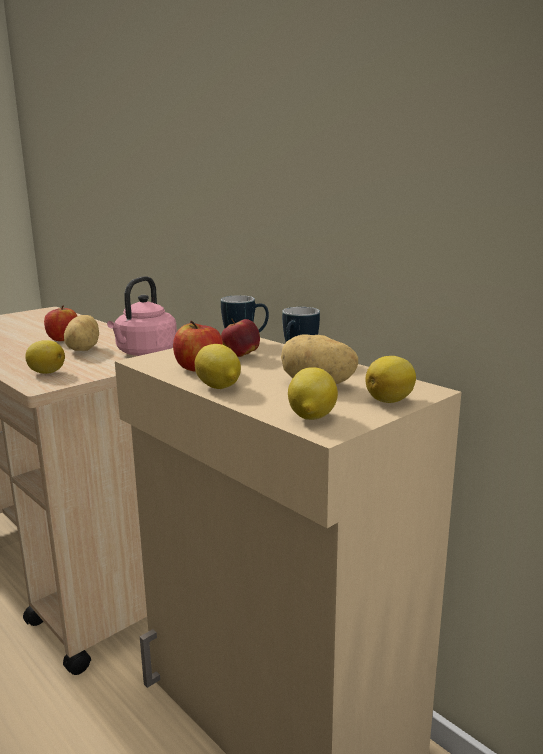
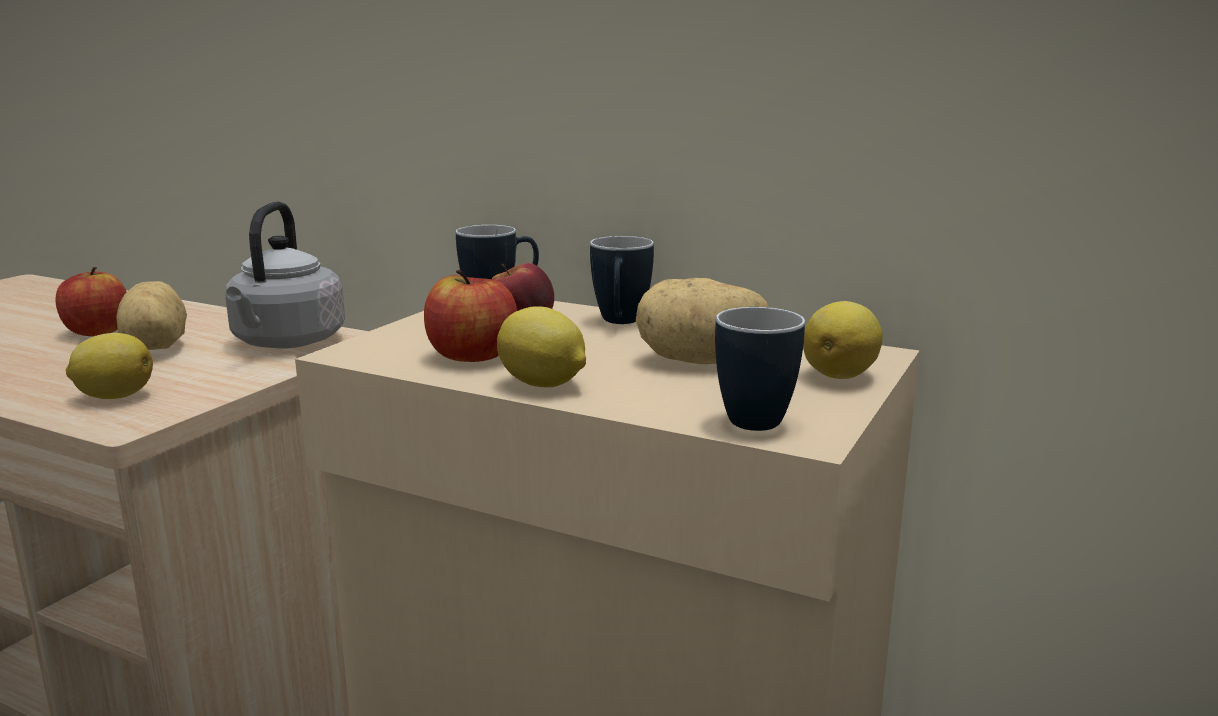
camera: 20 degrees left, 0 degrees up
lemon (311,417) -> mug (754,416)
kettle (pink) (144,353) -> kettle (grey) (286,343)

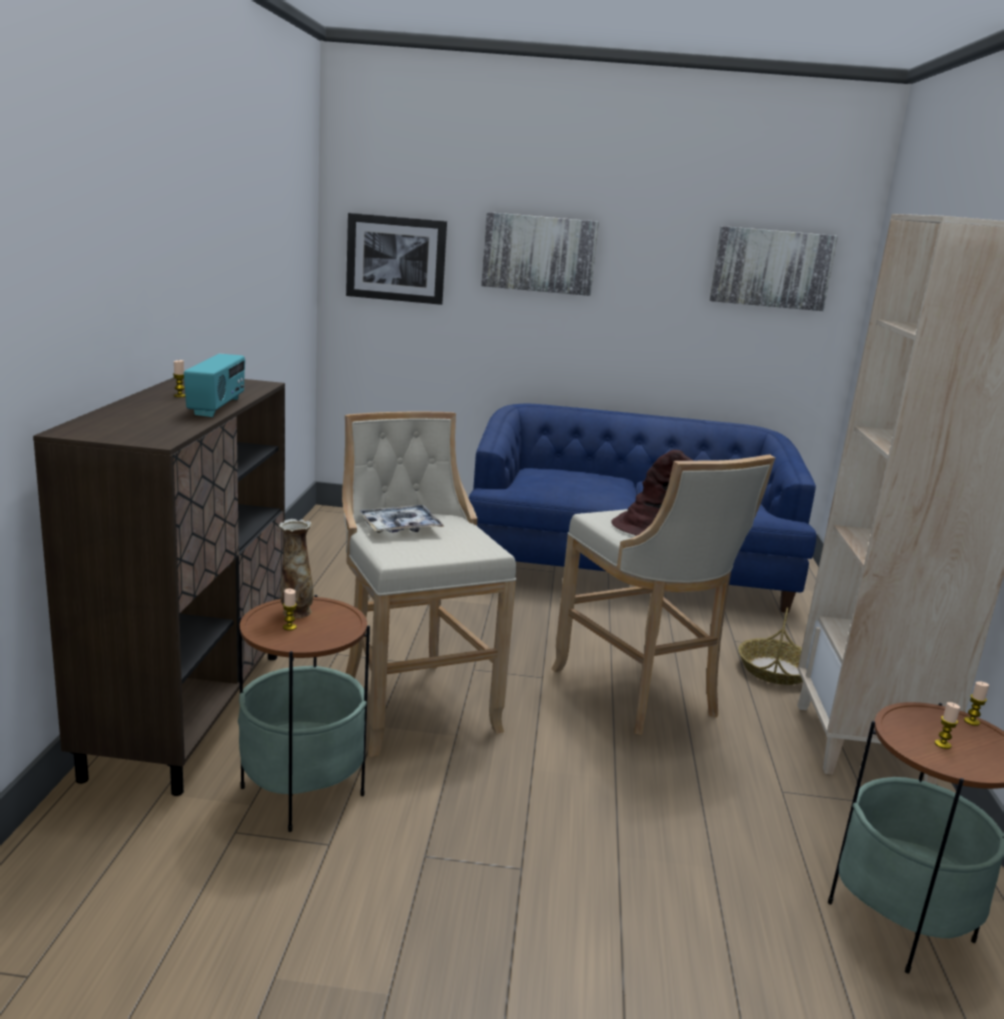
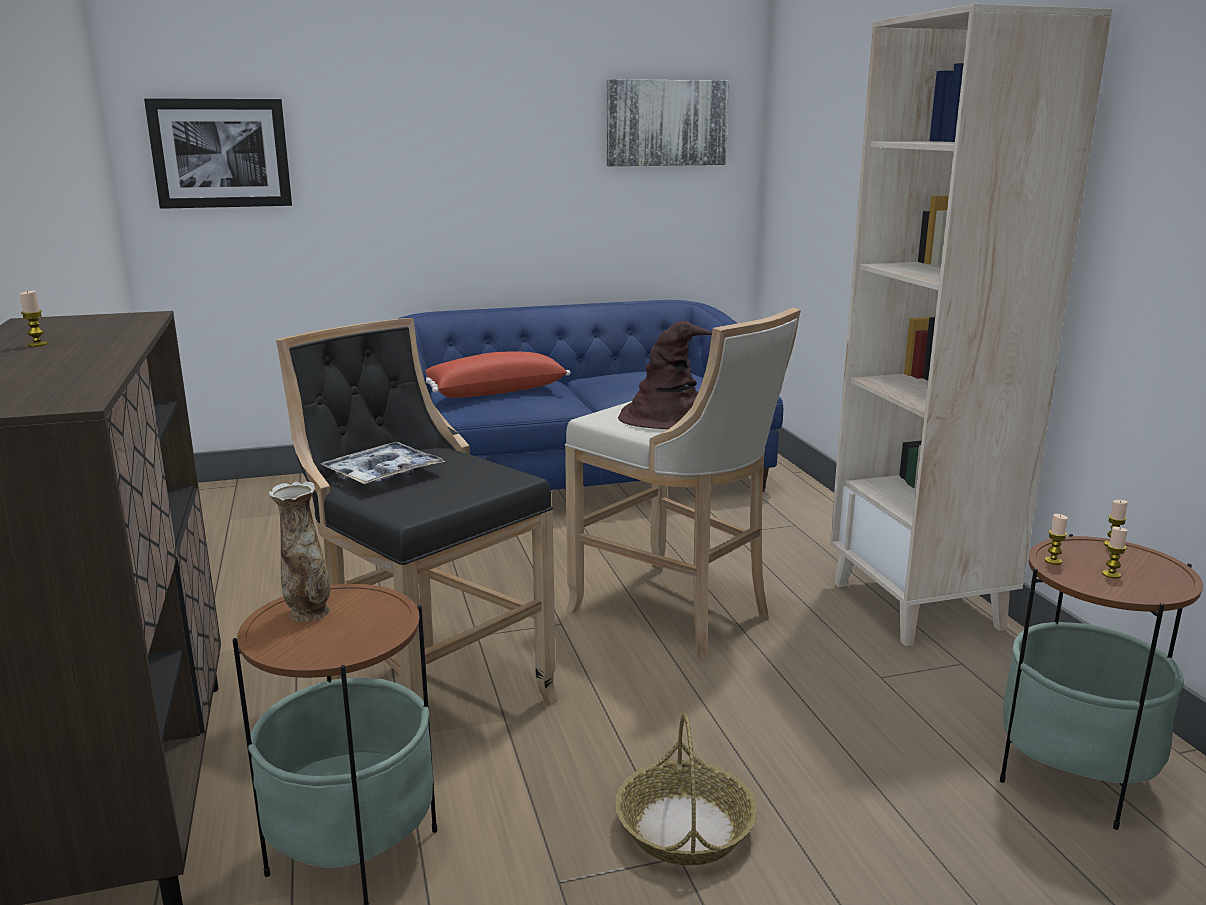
camera: 20 degrees left, 0 degrees up
radio (217,407) -> none
picture (539,254) -> none
none -> pillow (red) (494,392)
candle (289,627) -> candle (1053,561), relocated
basket (774,670) -> basket (684,827), relocated
stool (beige) (412,702) -> stool (black) (428,695)

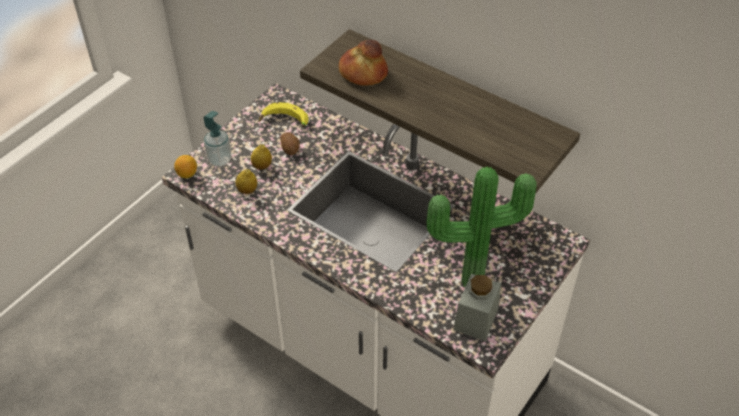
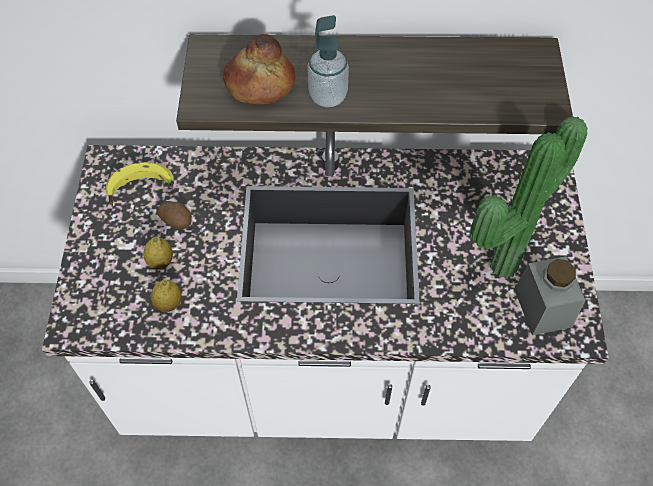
camera: 35 degrees left, 10 degrees up
lemon (187,174) -> none
soap dispenser (219,160) -> soap dispenser (328,96), relocated

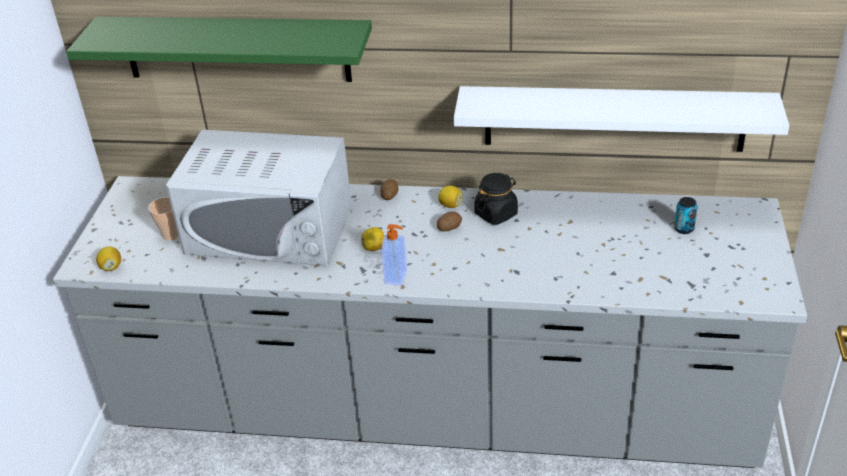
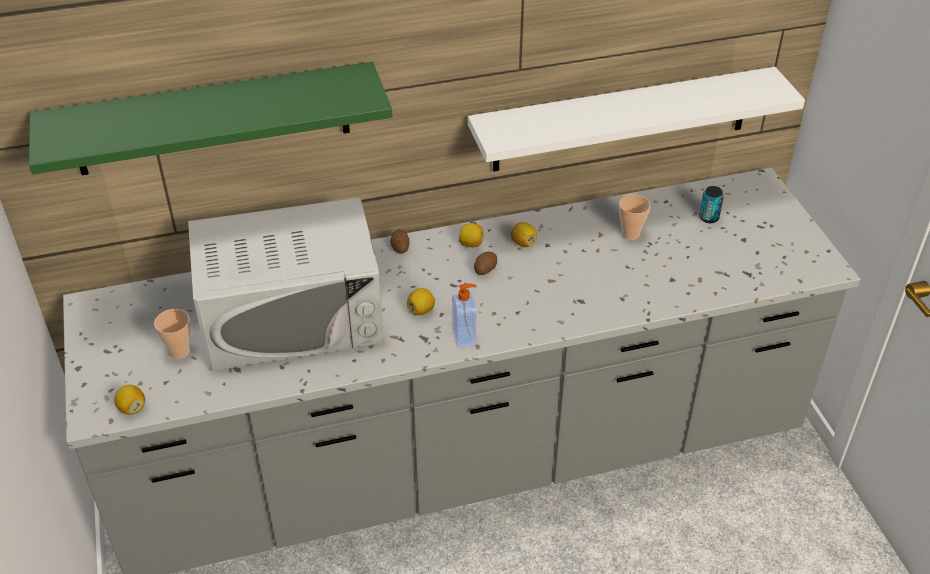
camera: 25 degrees left, 5 degrees up
none -> cup (630,234)
jar (black) (496,214) -> lemon (523,243)

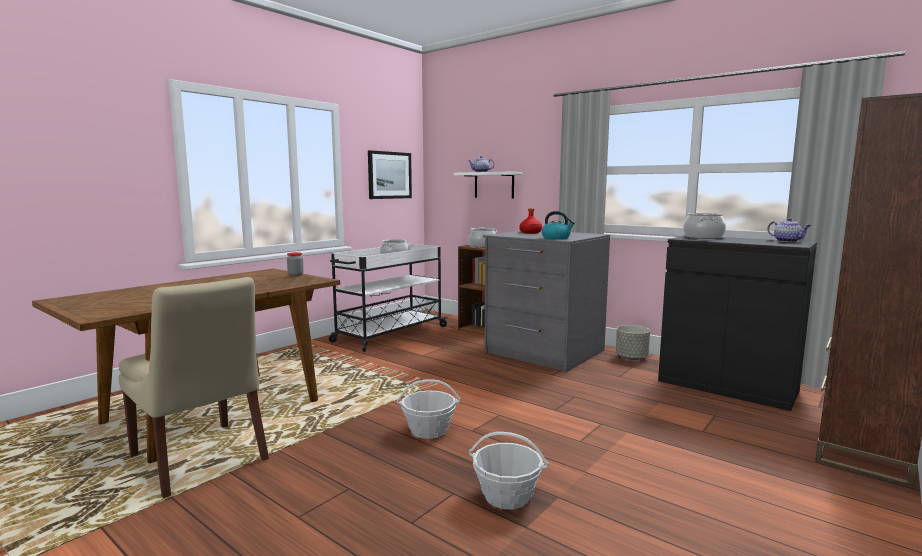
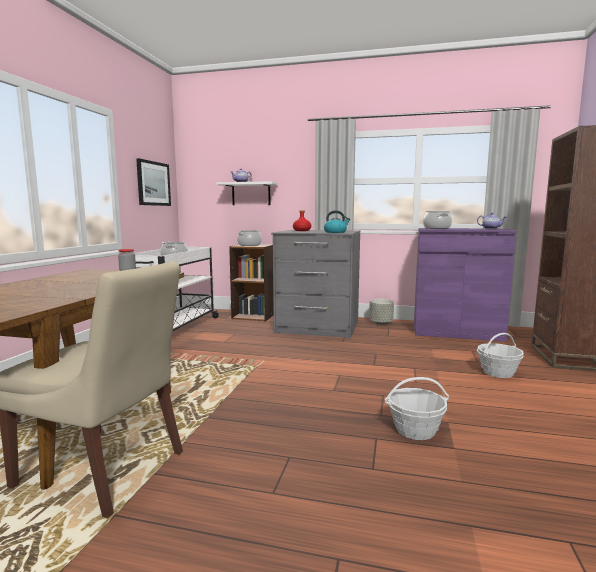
camera: 25 degrees left, 0 degrees up
basket (428,430) -> basket (498,372), relocated
cabinet (black) (726,386) -> cabinet (purple) (456,332)

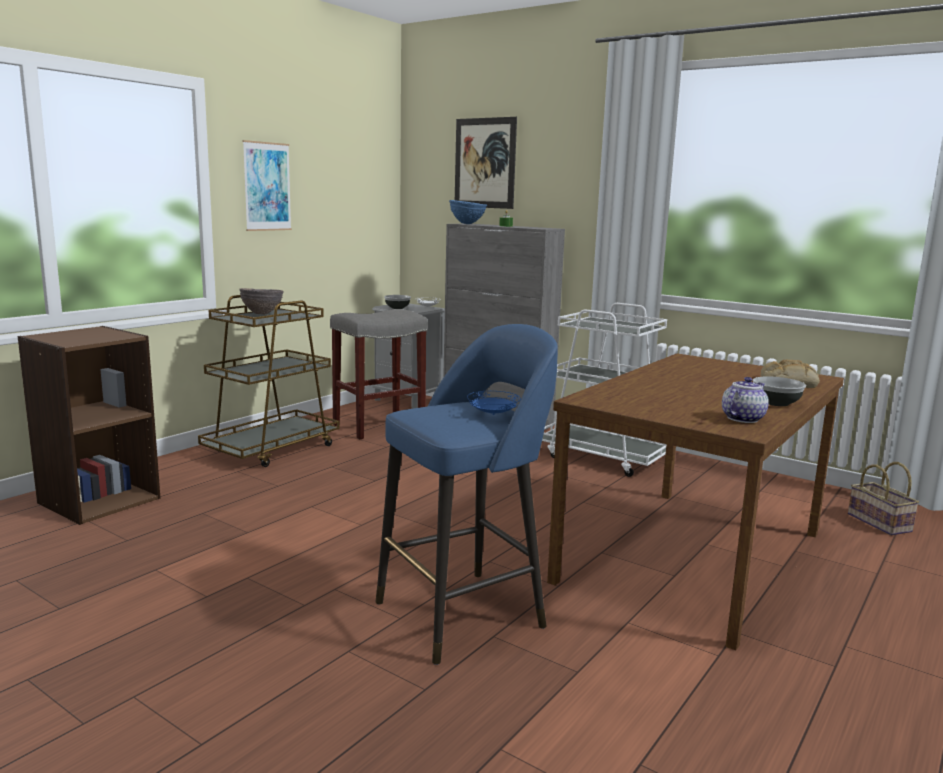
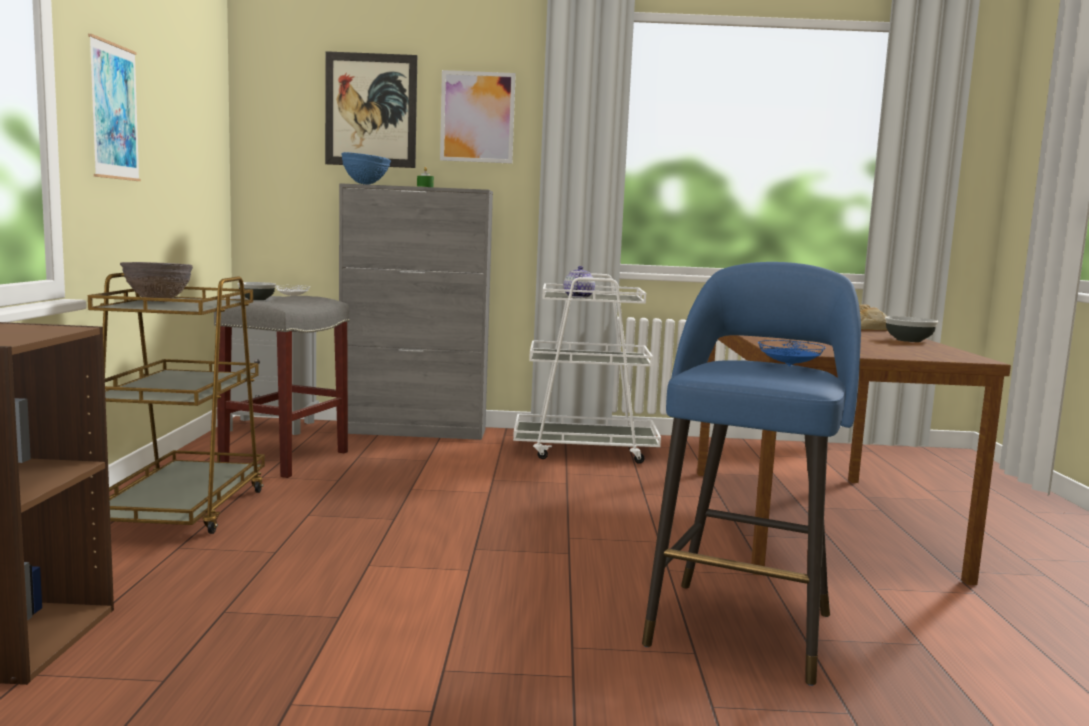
camera: 35 degrees left, 5 degrees down
basket (881,523) -> none
none -> picture (477,117)
teapot (742,418) -> teapot (578,296), relocated

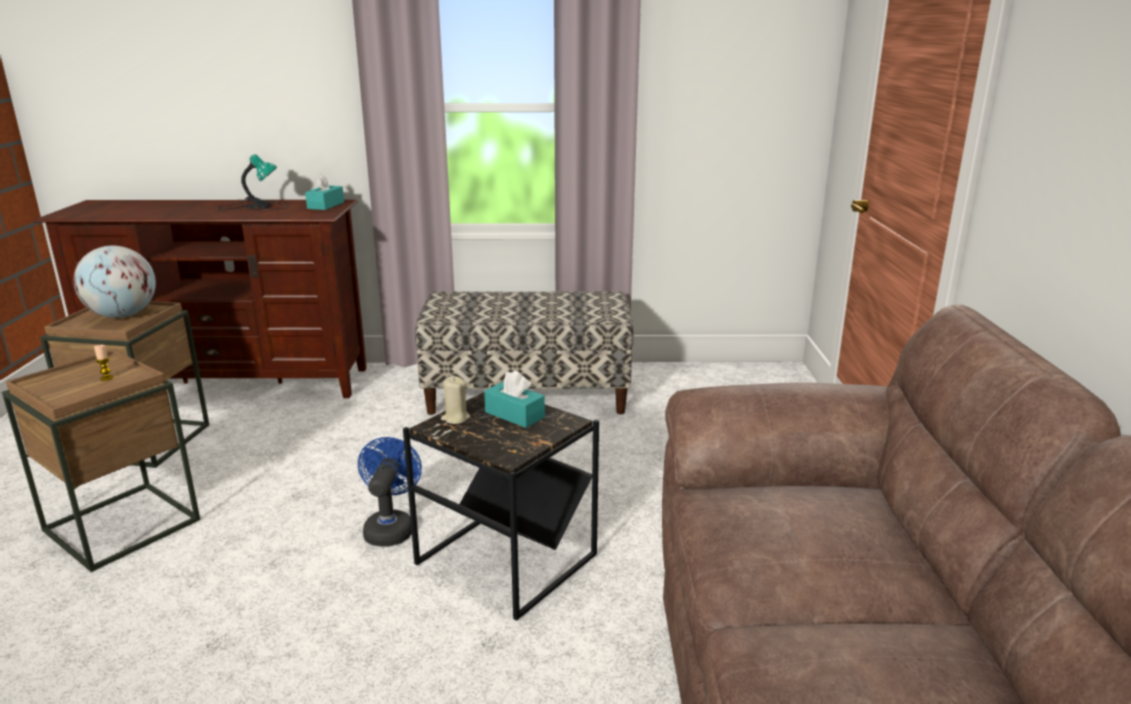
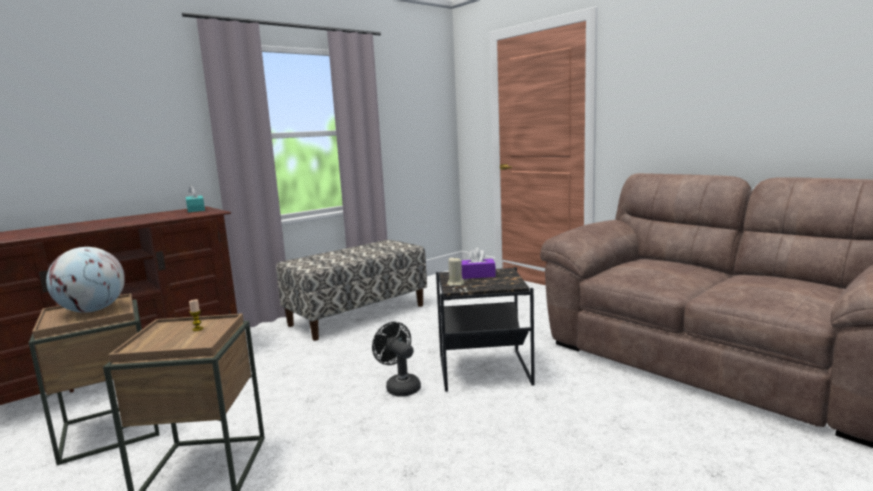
camera: 40 degrees left, 10 degrees down
table lamp (256,206) -> none
fan (blue) (390,528) -> fan (black) (400,386)
tissue box (turquoise) (514,414) -> tissue box (purple) (477,275)

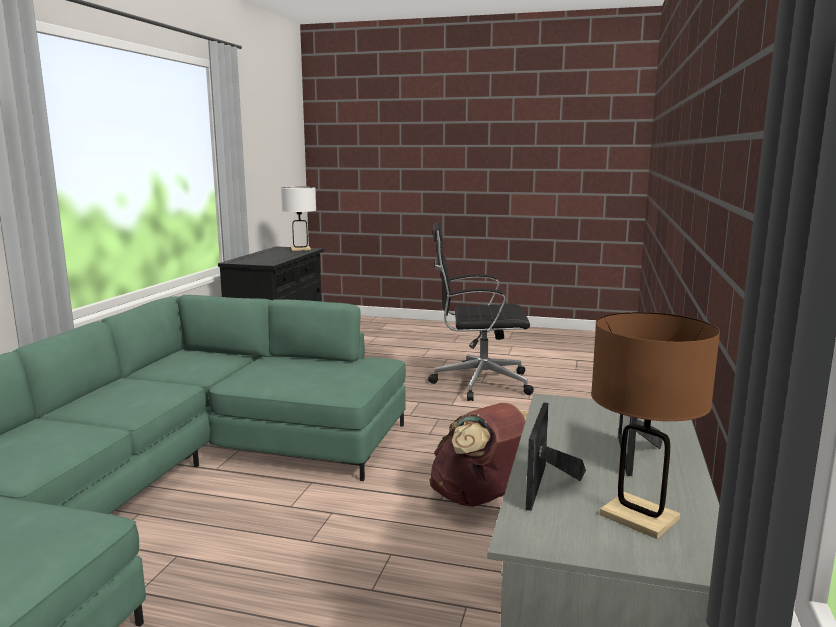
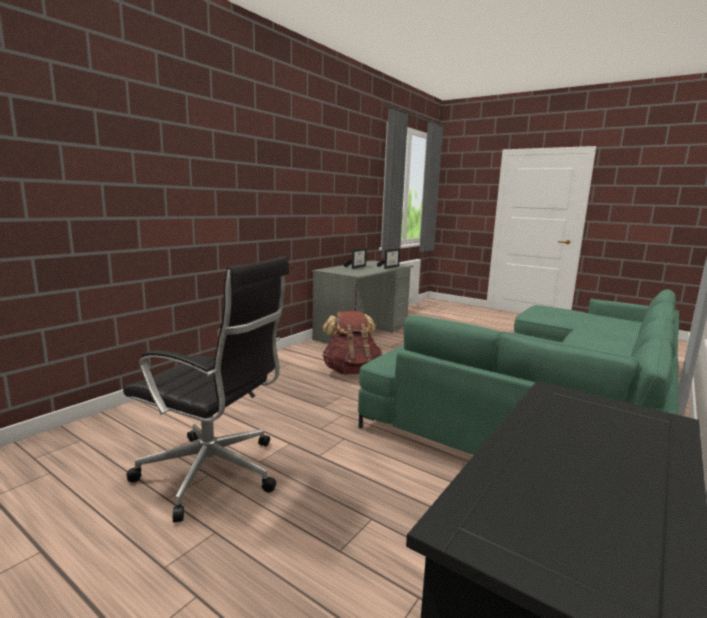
camera: 160 degrees left, 0 degrees up
table lamp (white) (300,249) -> none
table lamp (brown) (639,517) -> none

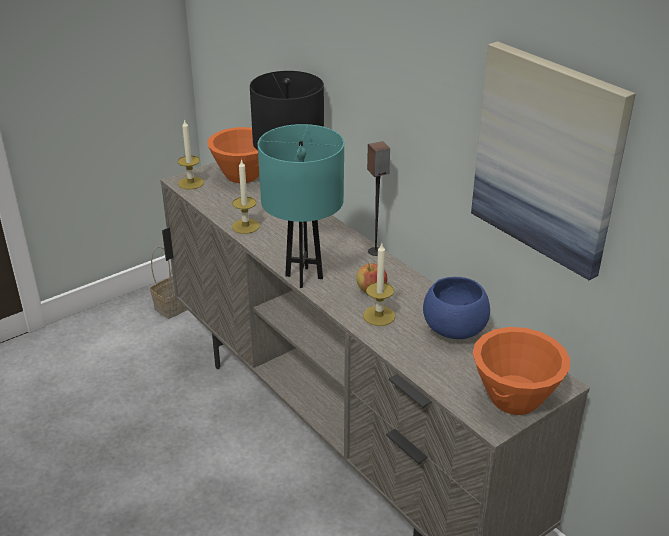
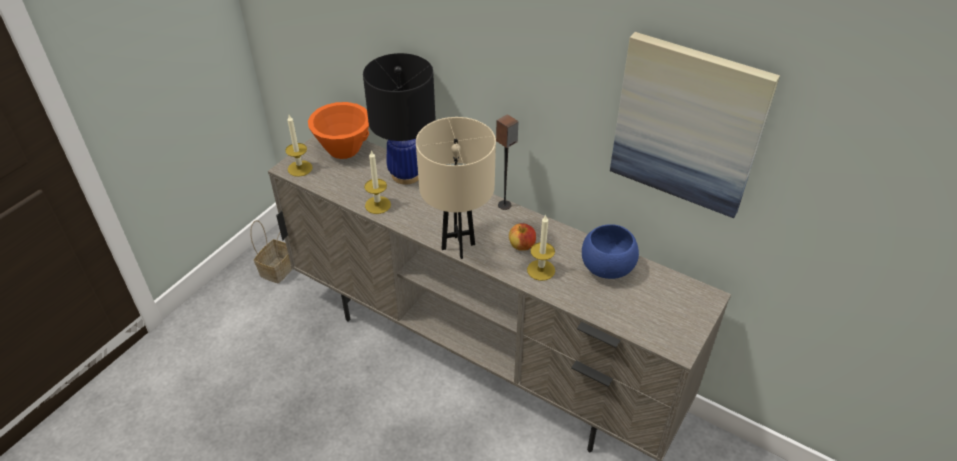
camera: 20 degrees left, 10 degrees up
bowl (orange) (515,399) -> none
table lamp (turquoise) (304,277) -> table lamp (beige) (458,247)

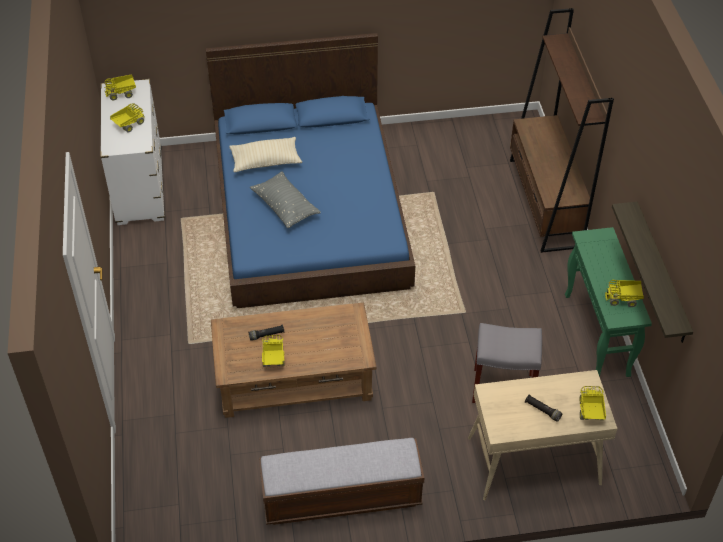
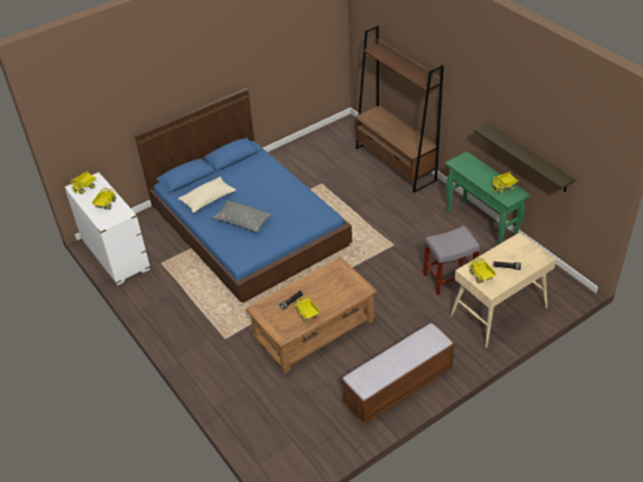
camera: 25 degrees left, 5 degrees down
toy truck (590,412) -> toy truck (481,277), relocated

